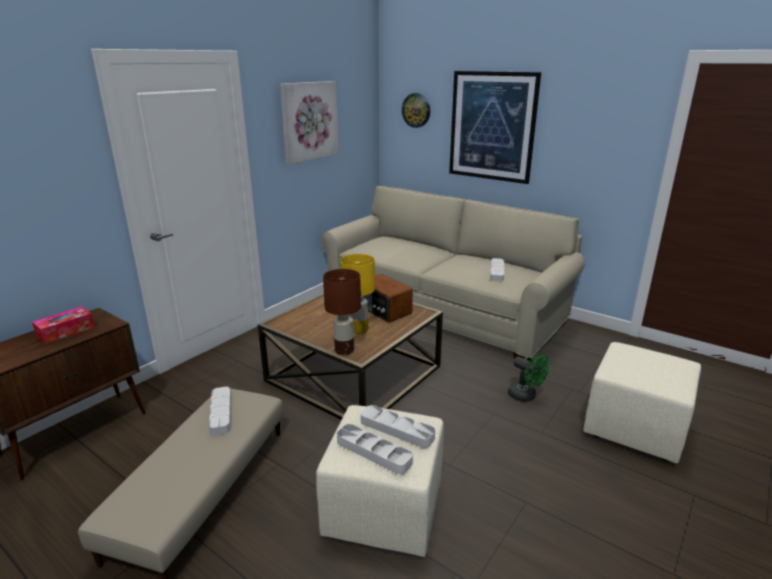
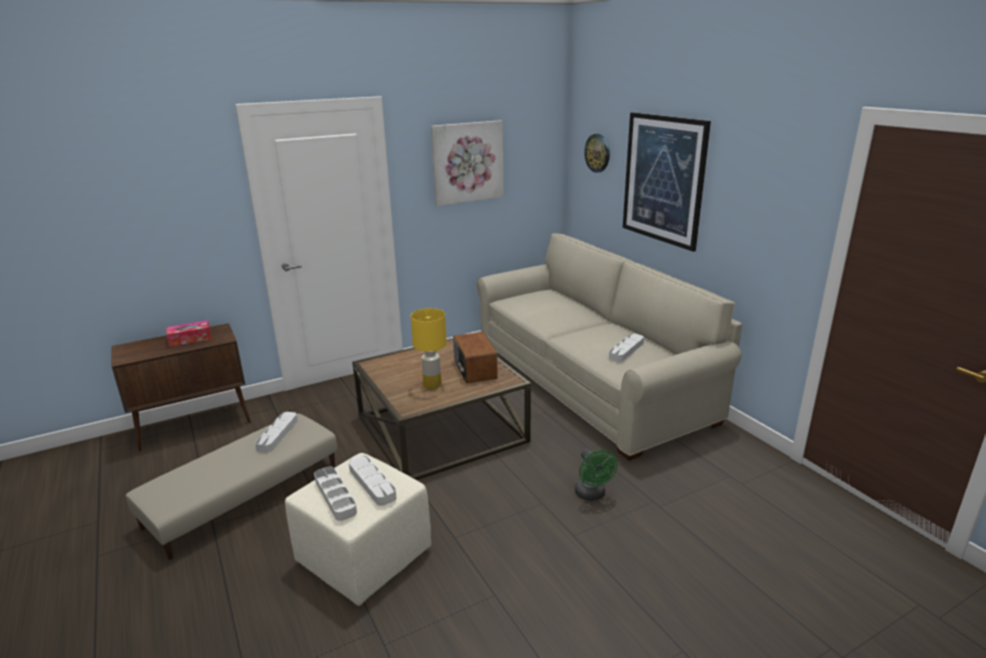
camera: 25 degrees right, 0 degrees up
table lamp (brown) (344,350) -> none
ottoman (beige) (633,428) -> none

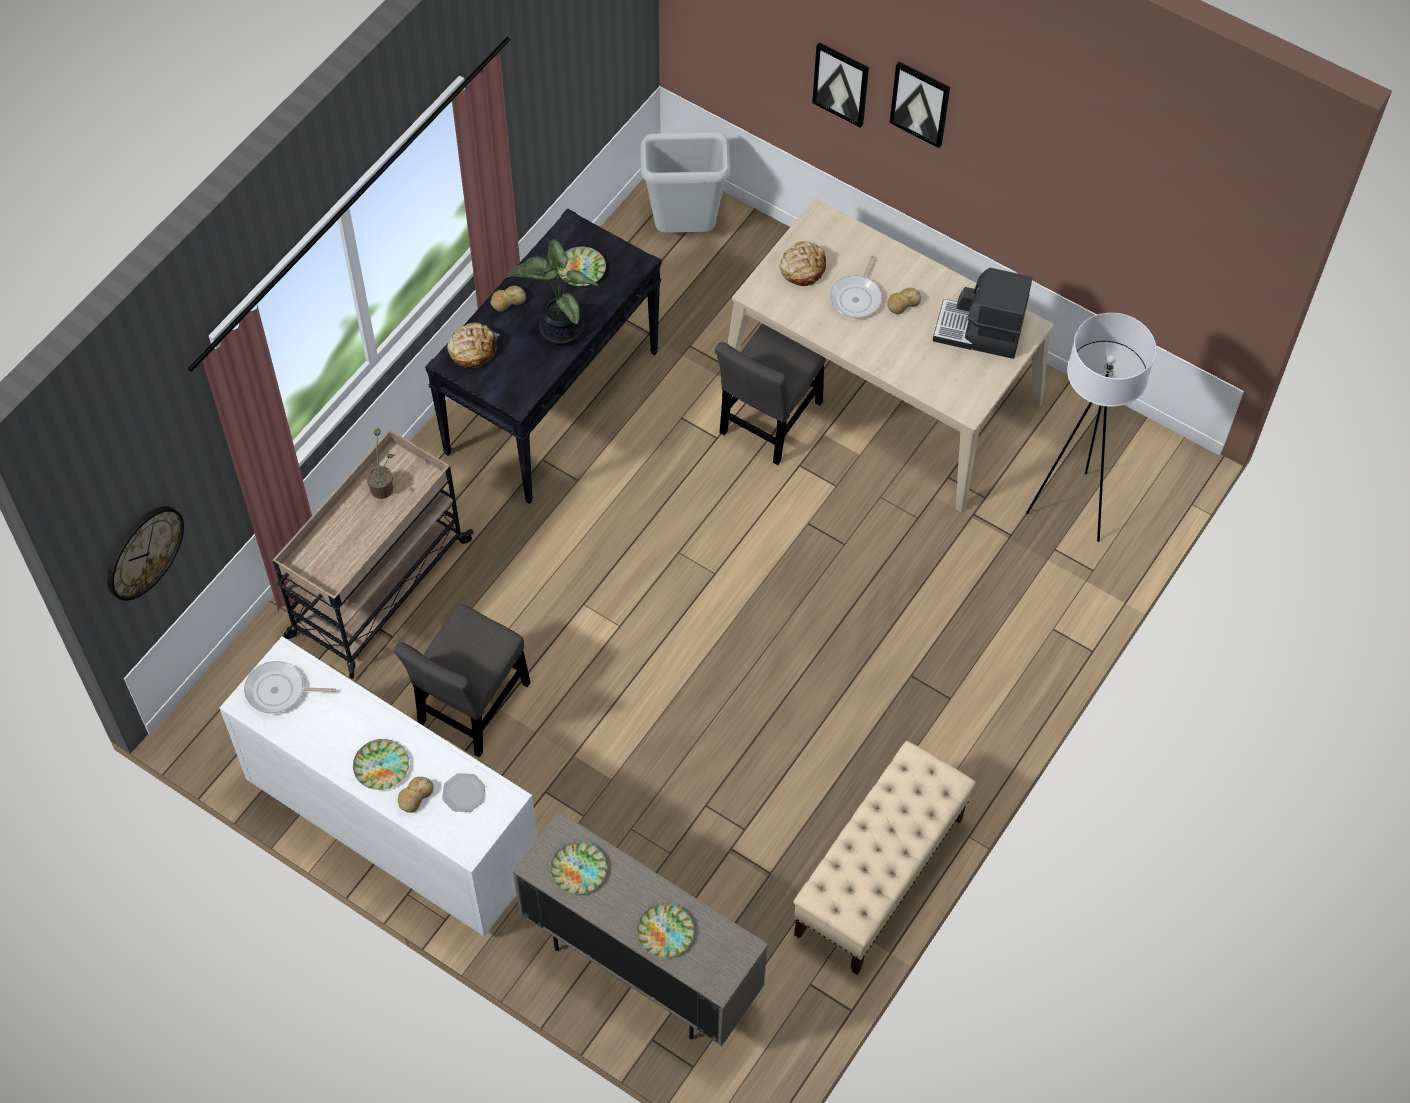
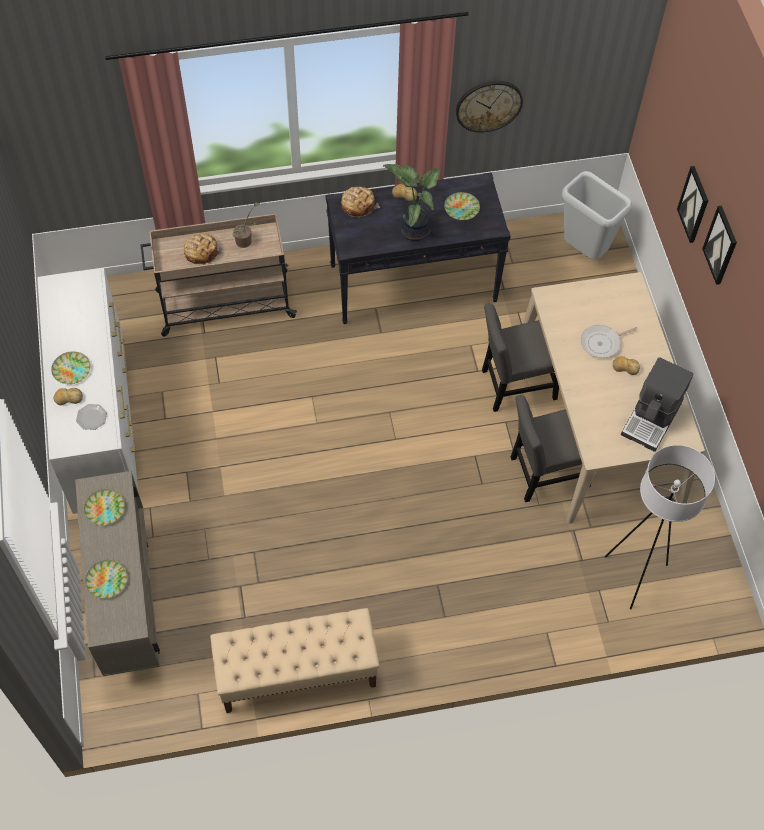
camera: 45 degrees right, 0 degrees up
frying pan (279,691) -> none
wall clock (143,552) -> wall clock (488,105), relocated
chair (grey) (471,708) -> chair (grey) (545,473), relocated
bread (802,268) -> bread (201,252), relocated
coffee machine (978,332) -> coffee machine (652,419), 120 degrees counterclockwise

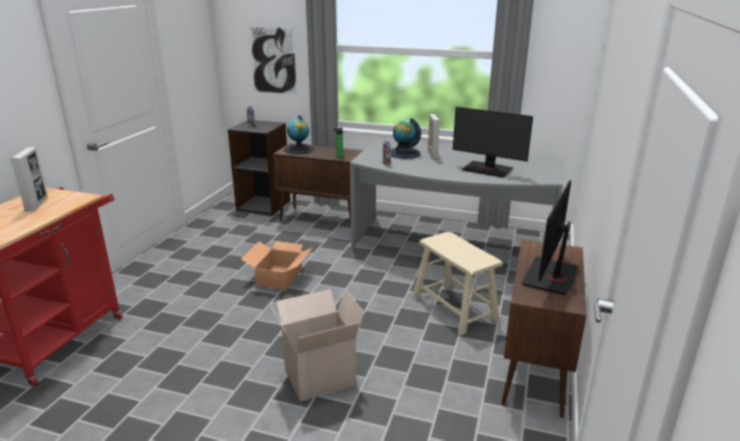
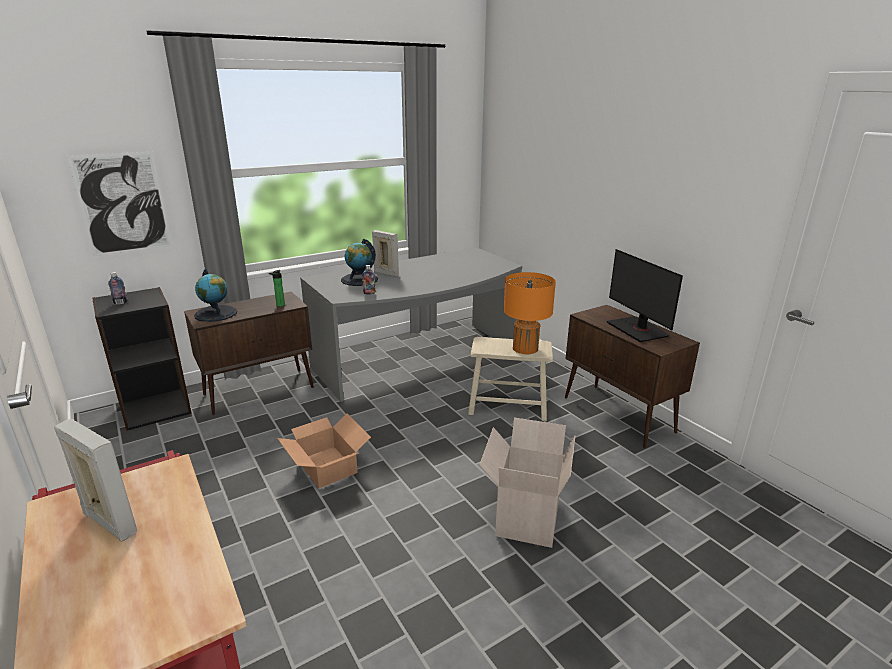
camera: 50 degrees left, 0 degrees up
monitor (488,169) -> none
none -> table lamp (orange) (525,348)

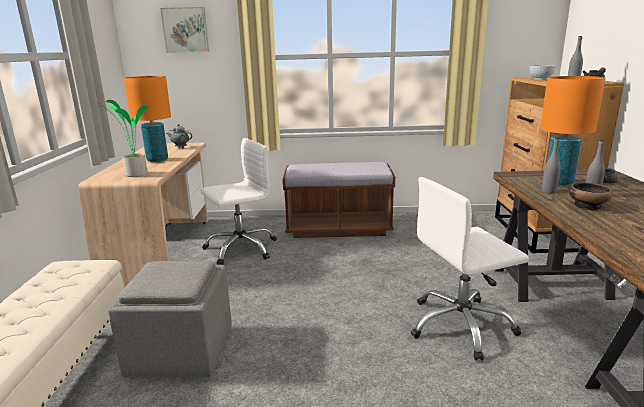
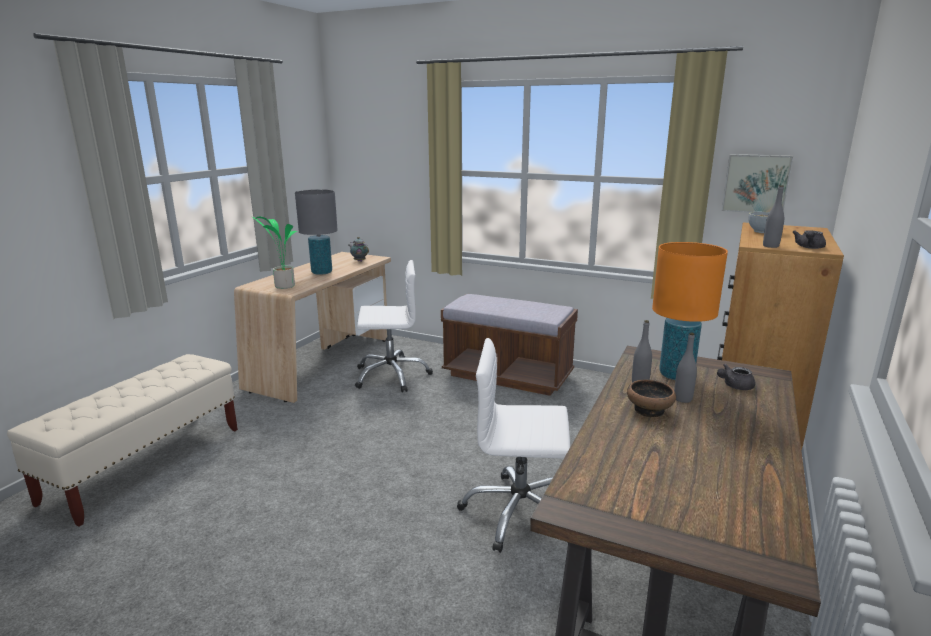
camera: 25 degrees right, 0 degrees up
ottoman (grey) (181,351) -> none
picture (185,30) -> picture (756,183), relocated
table lamp (orange) (157,160) -> table lamp (grey) (322,272)

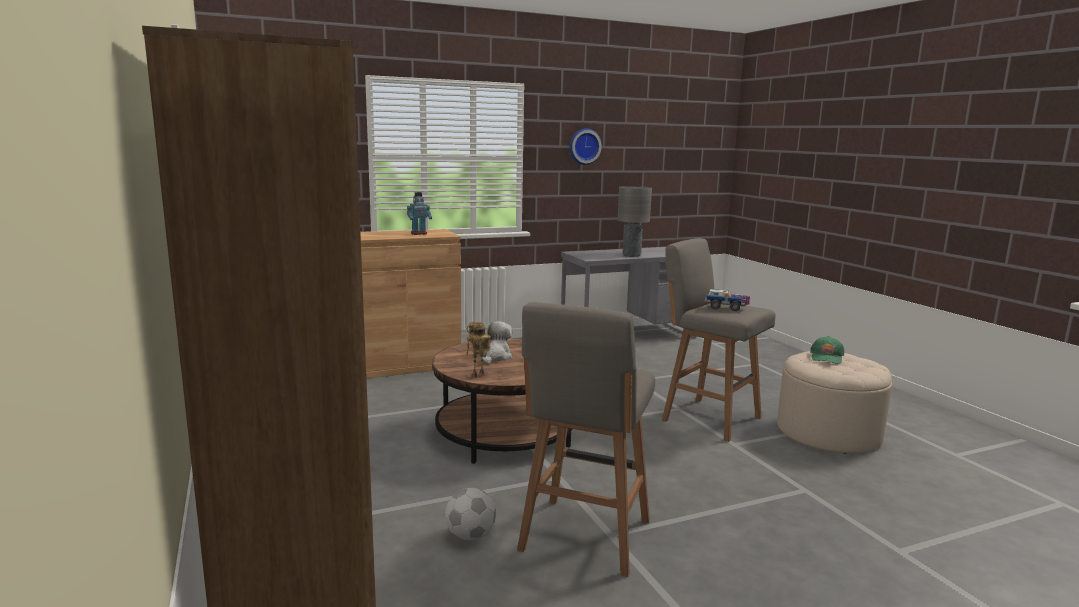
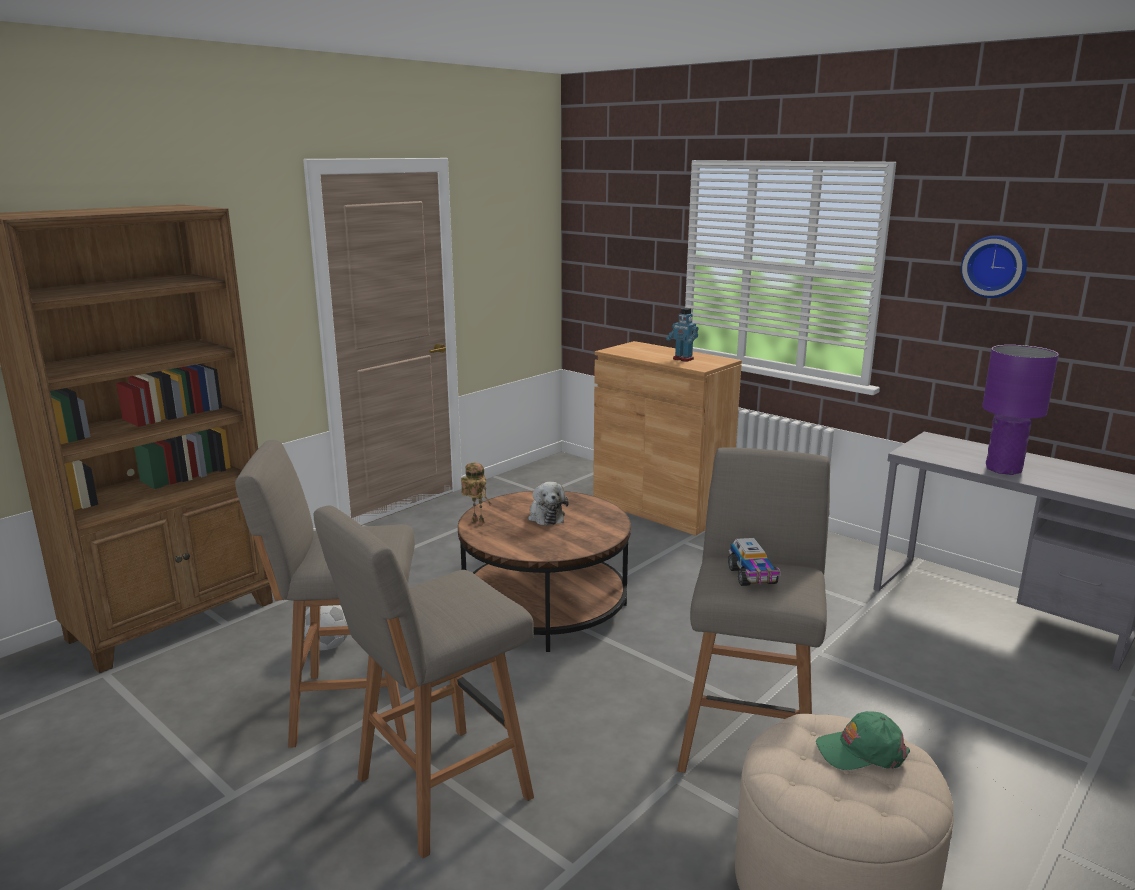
camera: 65 degrees right, 5 degrees up
none -> stool (grey) (438,790)
table lamp (grey) (631,255) -> table lamp (purple) (1003,469)
plush toy (495,357) -> plush toy (545,516), 75 degrees clockwise

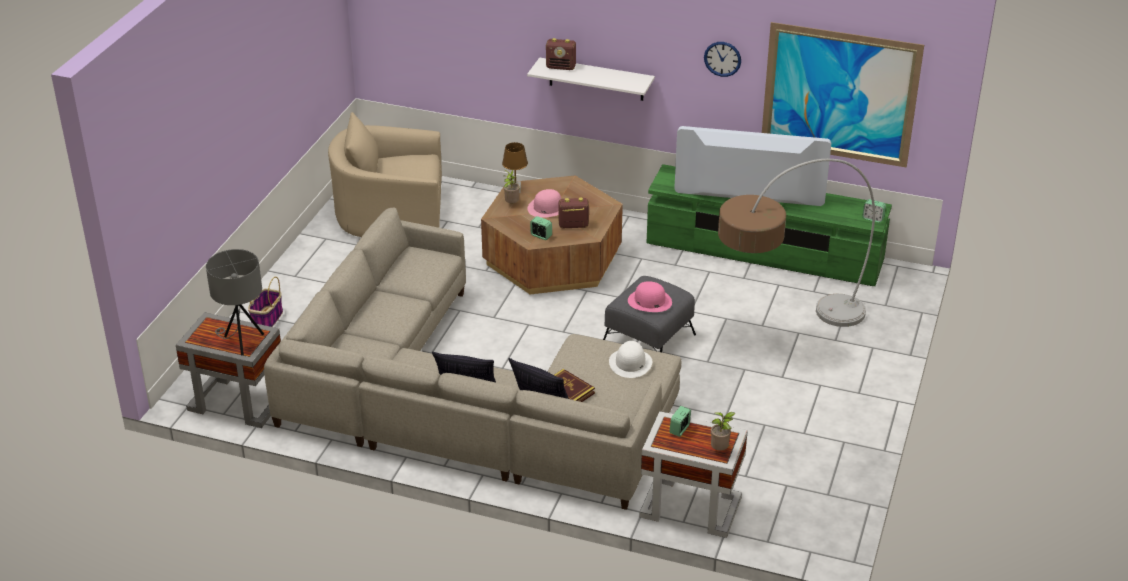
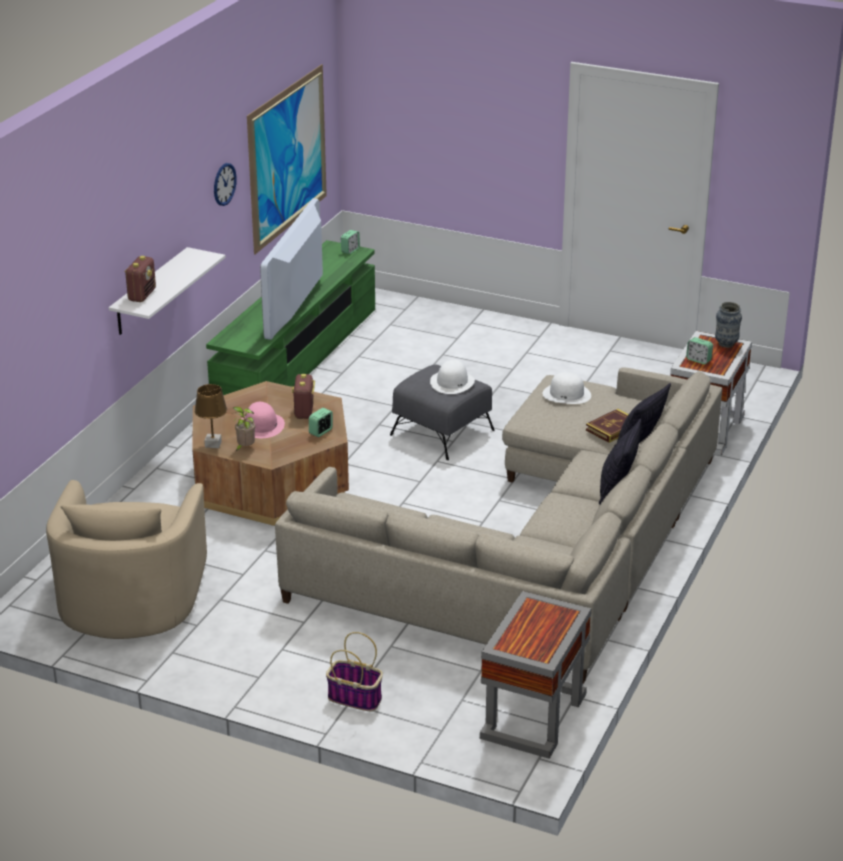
camera: 85 degrees left, 5 degrees down
table lamp (grey) (242,341) -> none
floor lamp (783,331) -> none
potted plant (720,450) -> vase (726,344)
hat (pink) (649,301) -> hat (white) (452,382)

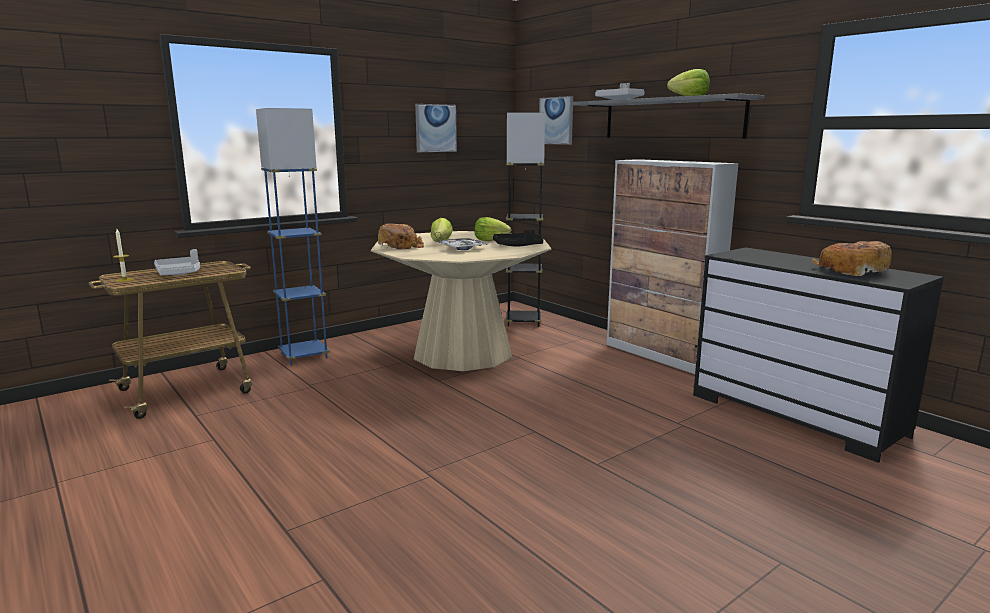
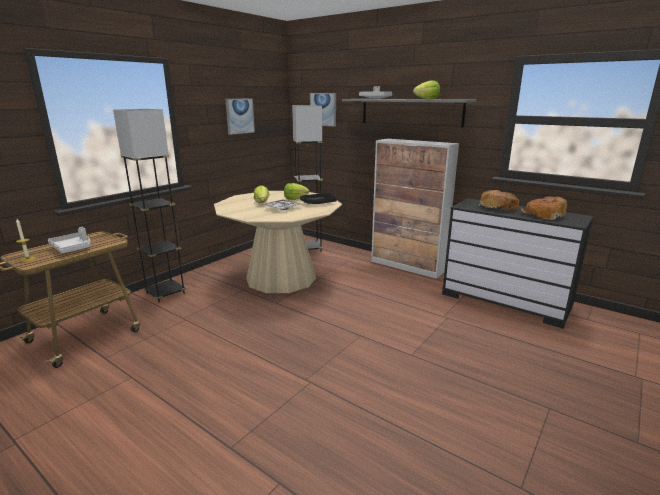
camera: 15 degrees left, 5 degrees up
bread (401,246) -> bread (498,207), relocated
floor lamp (blue) (304,356) -> floor lamp (grey) (165,293)

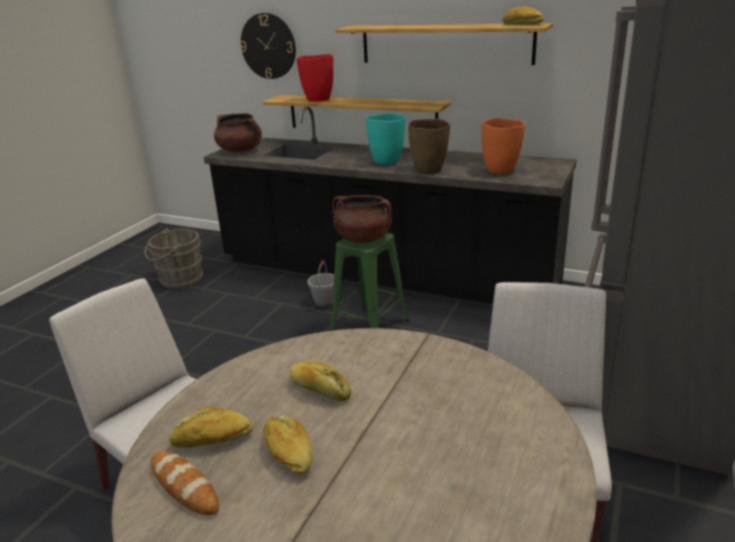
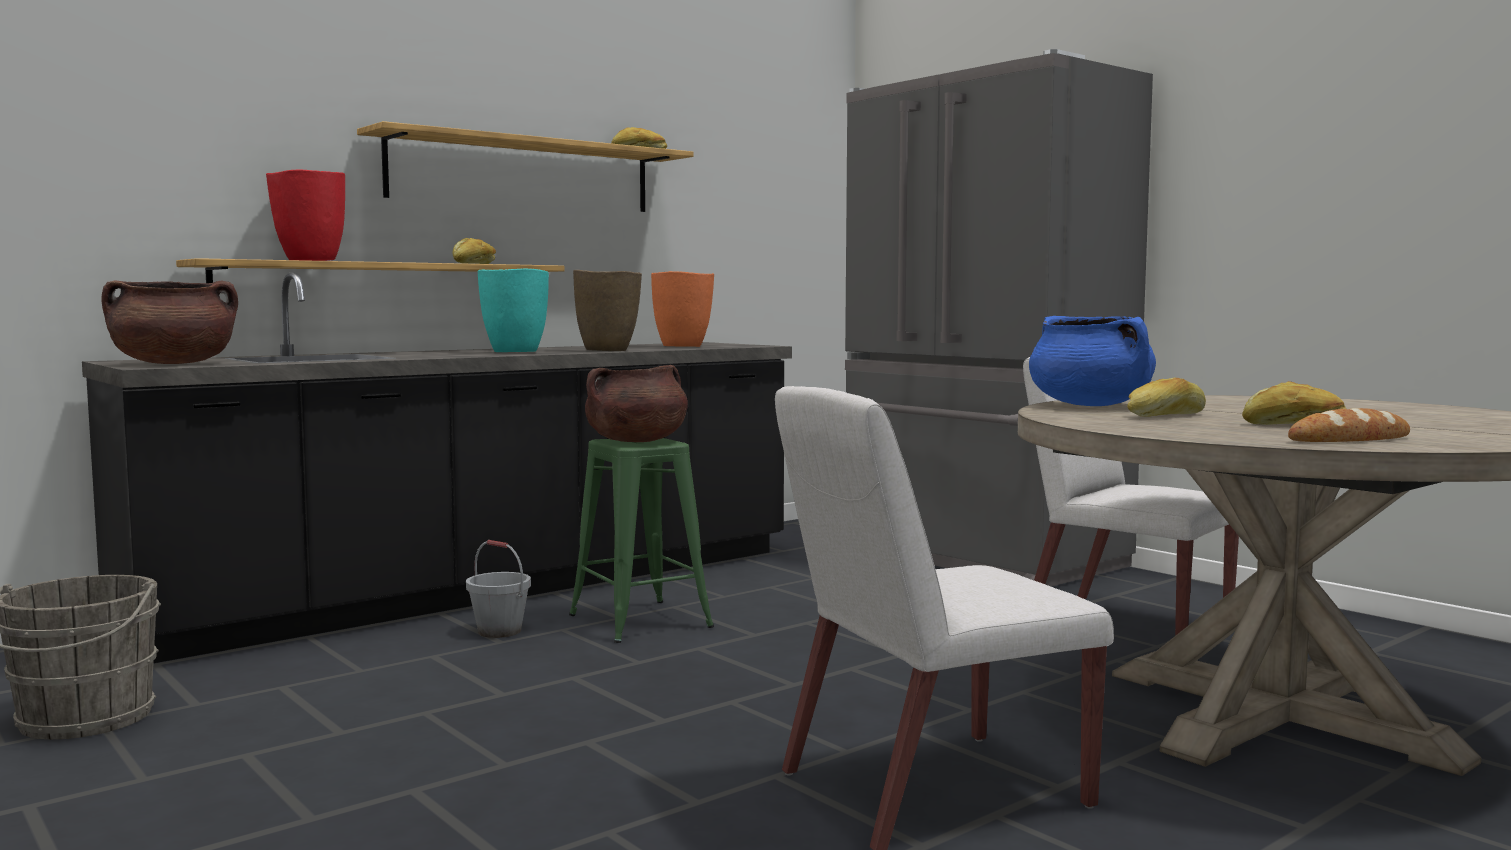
camera: 65 degrees left, 20 degrees down
wall clock (268,46) -> none
none -> cooking pot (blue) (1091,405)
bread (212,440) -> bread (475,264), relocated

